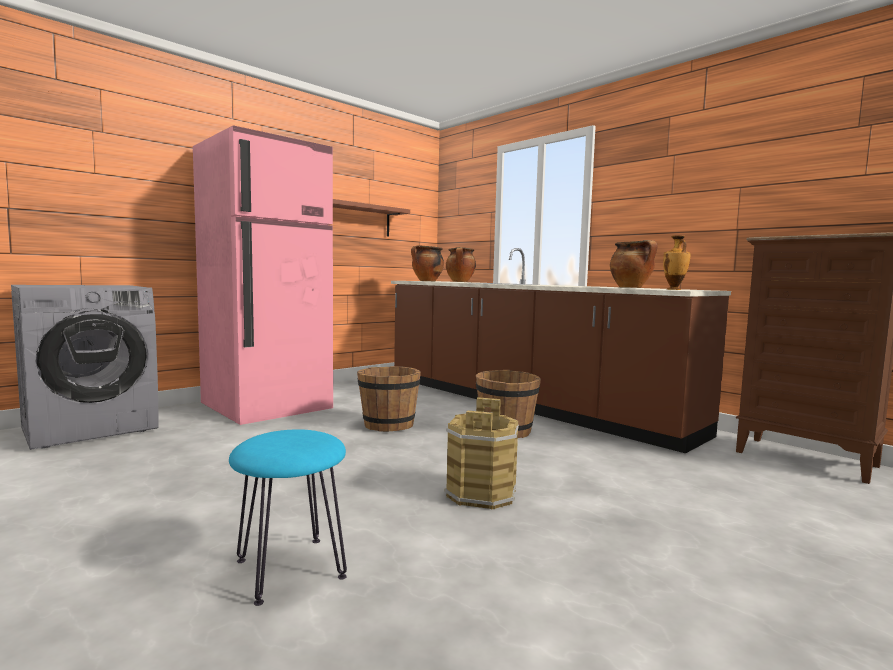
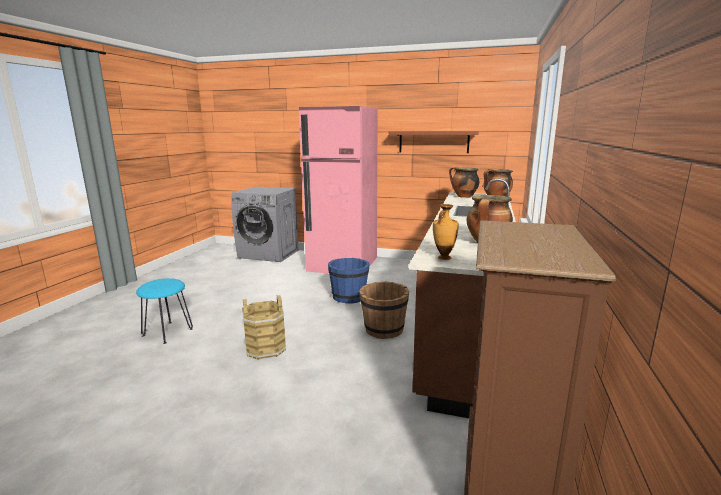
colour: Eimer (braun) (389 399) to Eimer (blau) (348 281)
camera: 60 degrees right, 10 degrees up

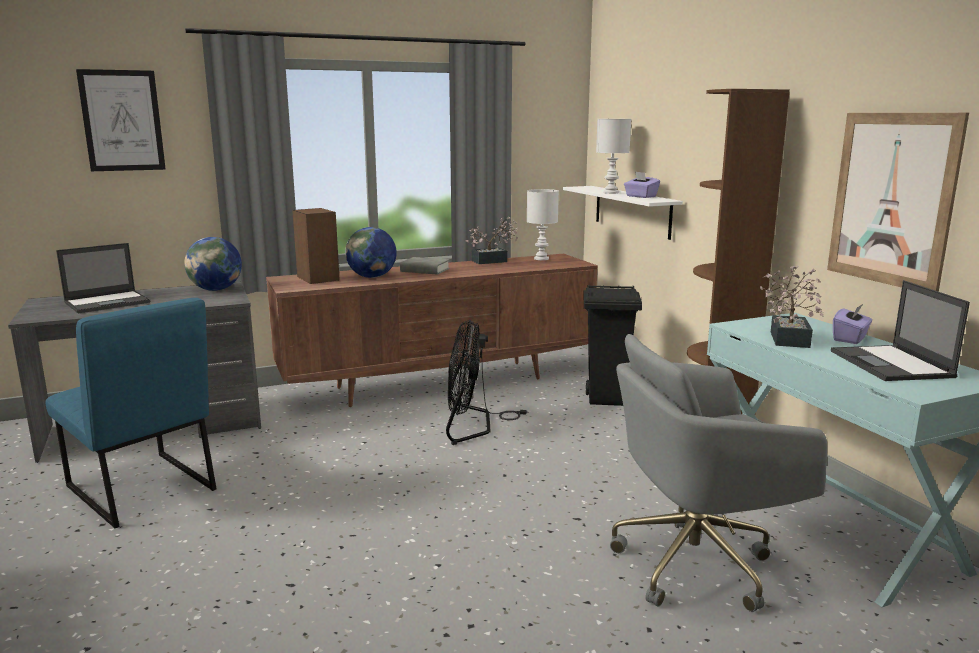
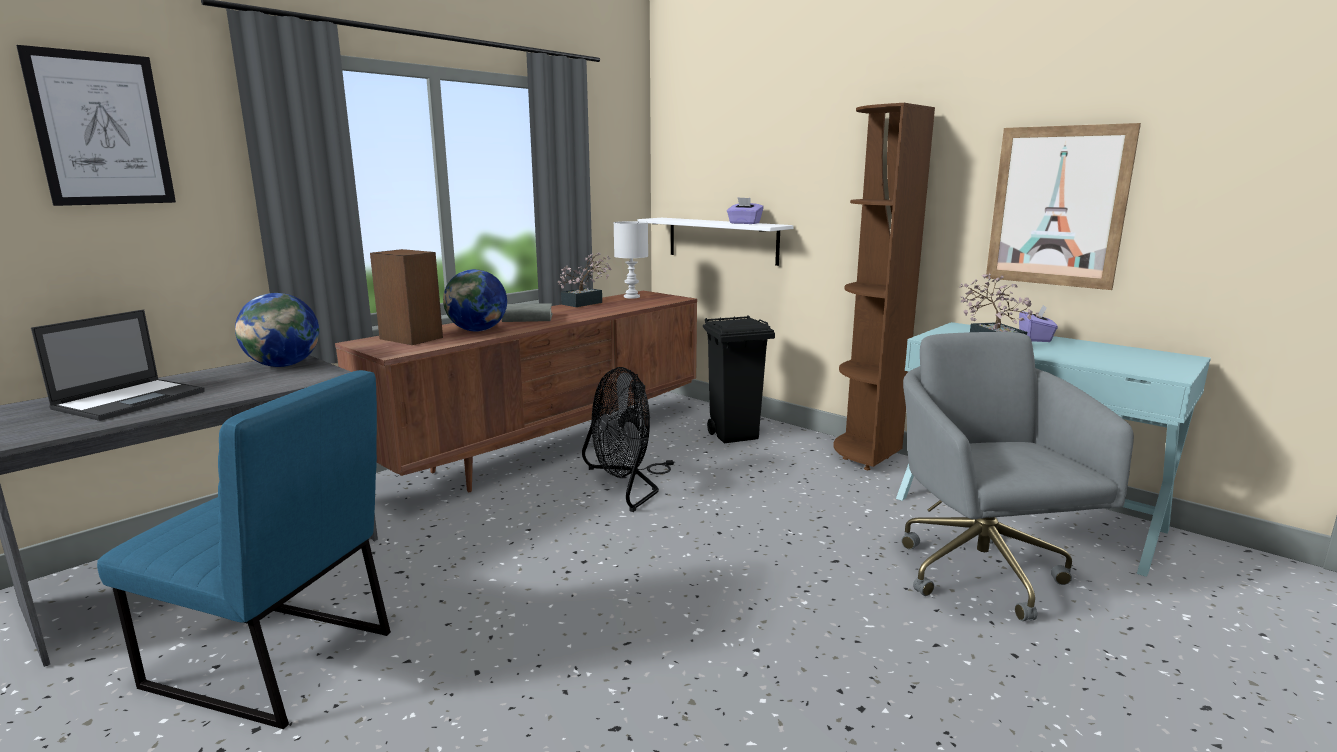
missing: Tischlampe (weiß) (613 156); Laptop (900 330)
spun: Bürostuhl (grau) (718 473) = (1018 476) 120 degrees clockwise
camera: 25 degrees left, 0 degrees up

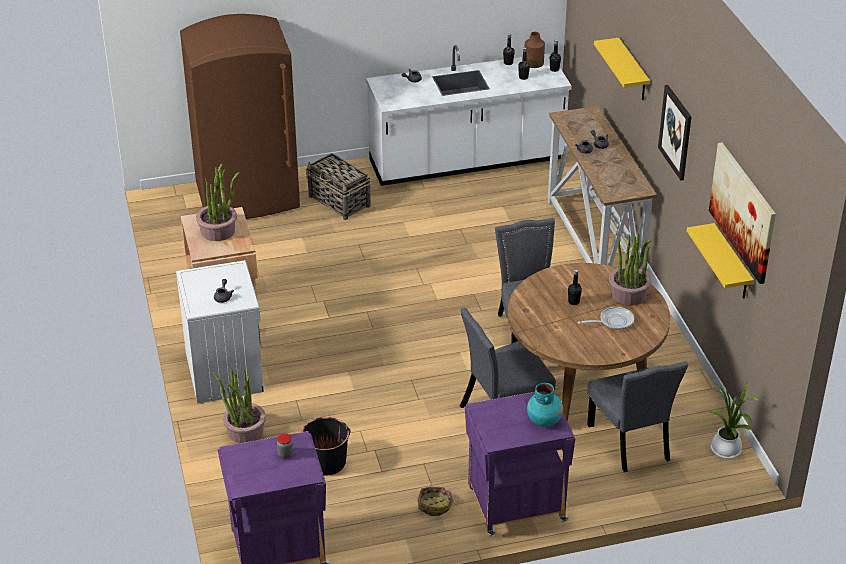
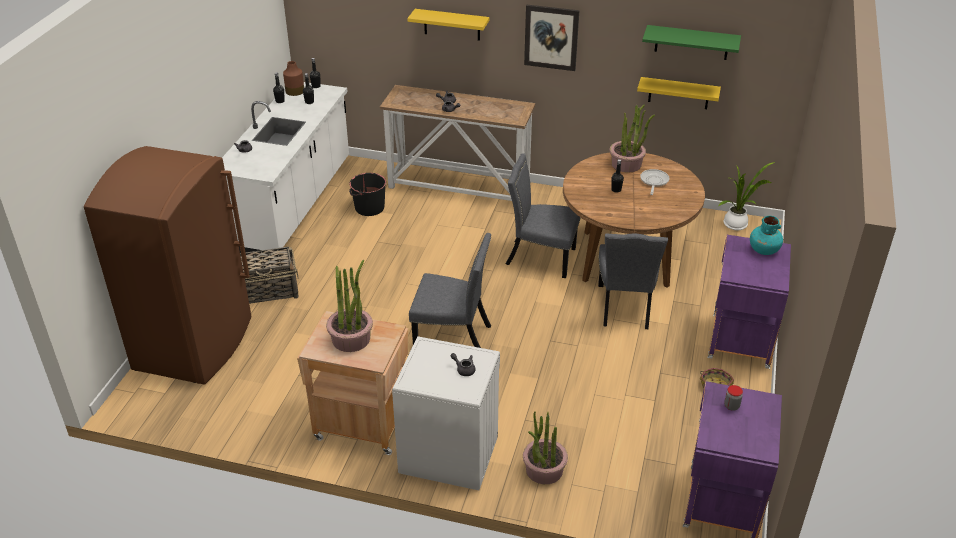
relocated: Stuhl (grau) (637 416) to (450 290); Eimer (schwarz) (326 446) to (367 194)
exchanged: Bild (742 213) to Wandregal (grün) (691 42)
camera: 60 degrees left, 0 degrees up

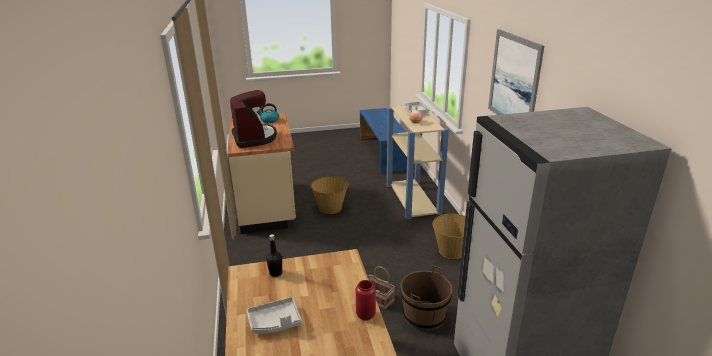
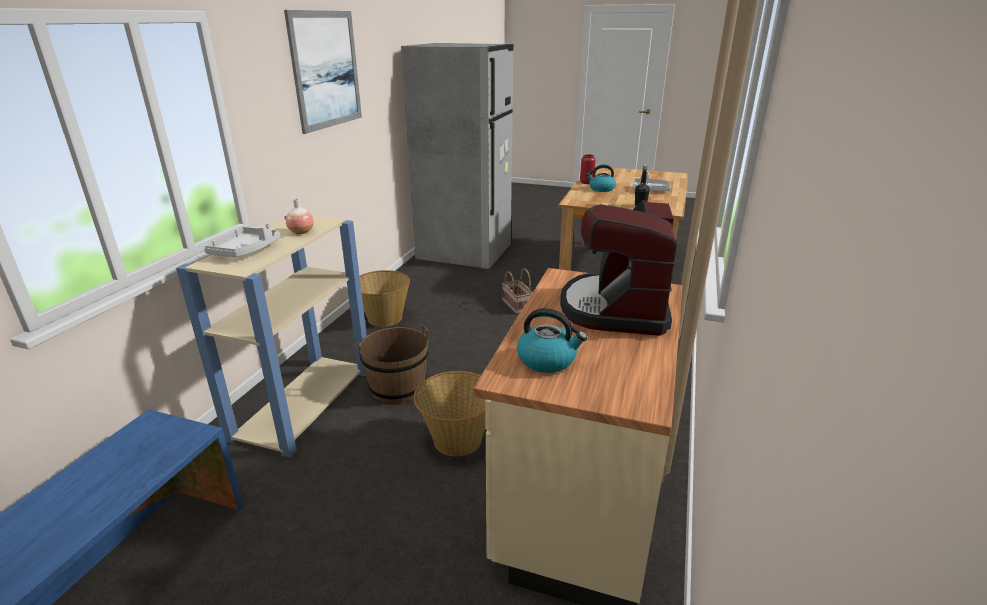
appeared: Wasserkessel (601 178)
relocated: Eimer (braun) (426 298) to (392 364)
camera: 150 degrees left, 0 degrees up

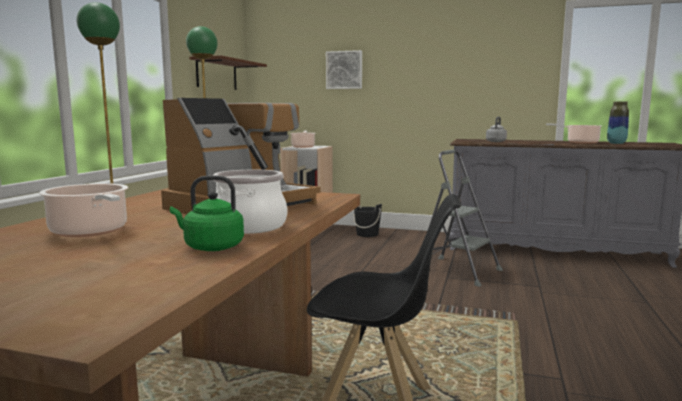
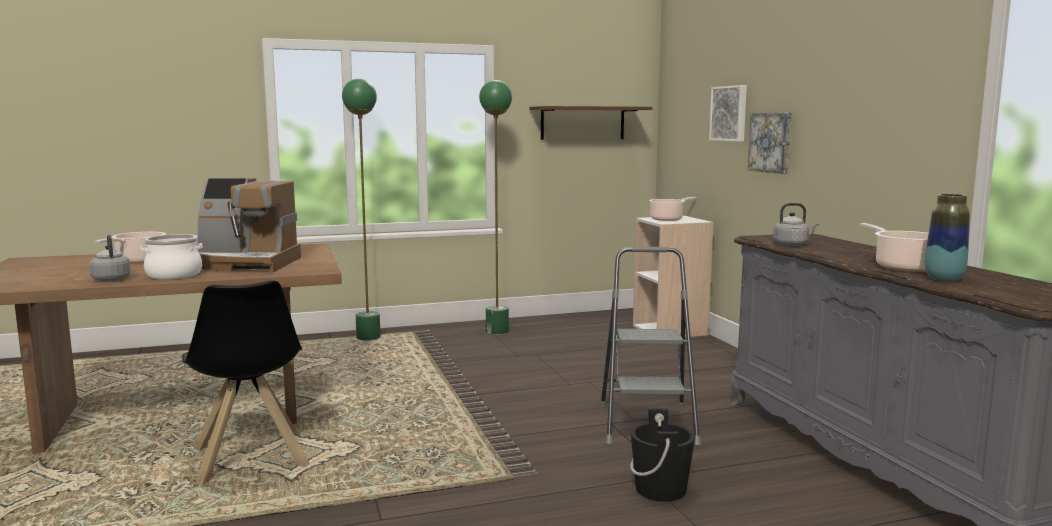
appeared: Bild (770 143)
relocated: Eimer (schwarz) (367 220) to (662 455)
colour: Wasserkessel (grün) (207 213) to Wasserkessel (grau) (110 258)
camera: 55 degrees right, 0 degrees up

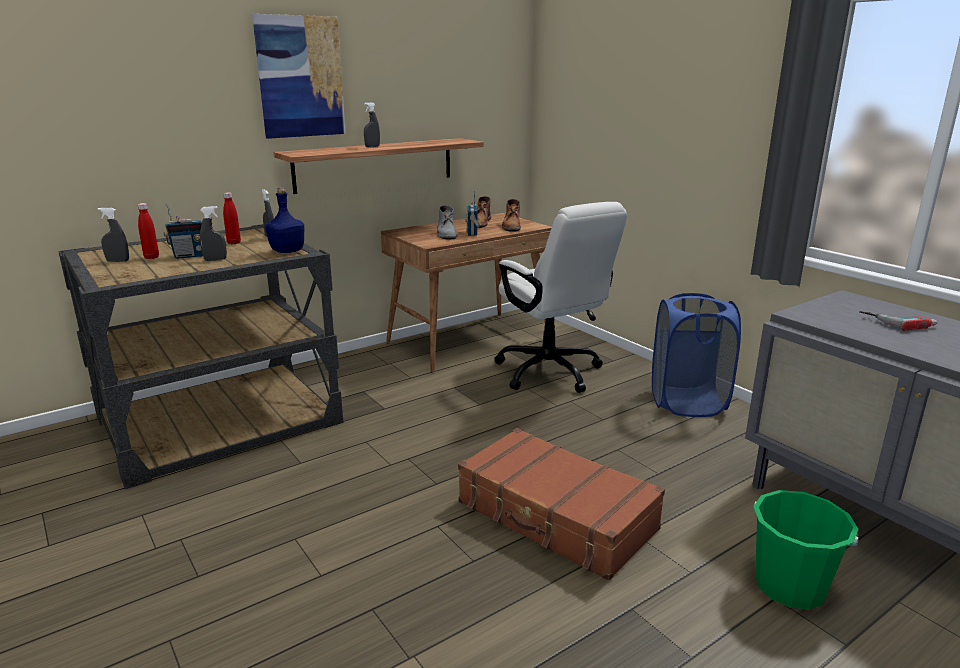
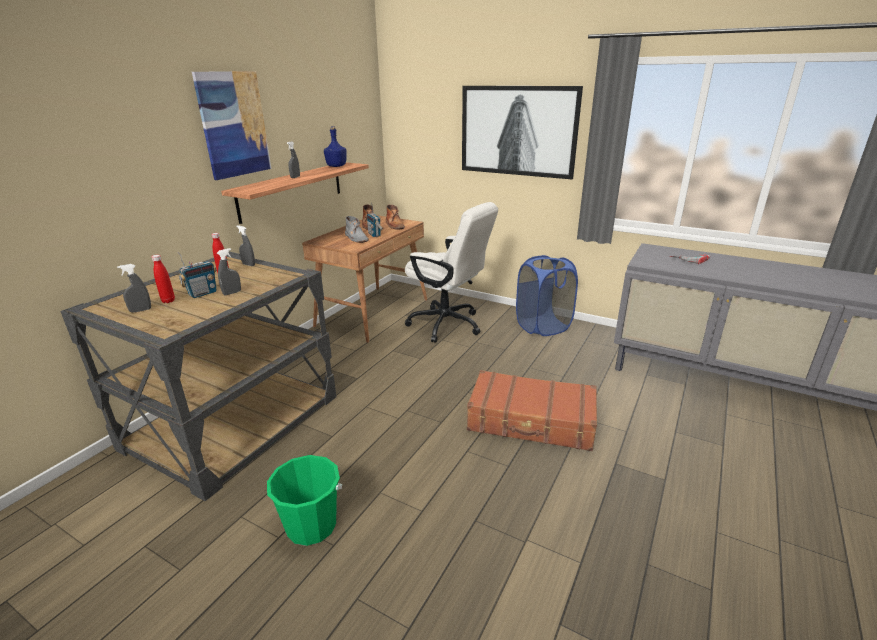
appeared: Bild (522 132)
relocated: Flasche (blau) (285 220) to (335 146); Eimer (grün) (806 550) to (304 500)
camera: 25 degrees left, 5 degrees up

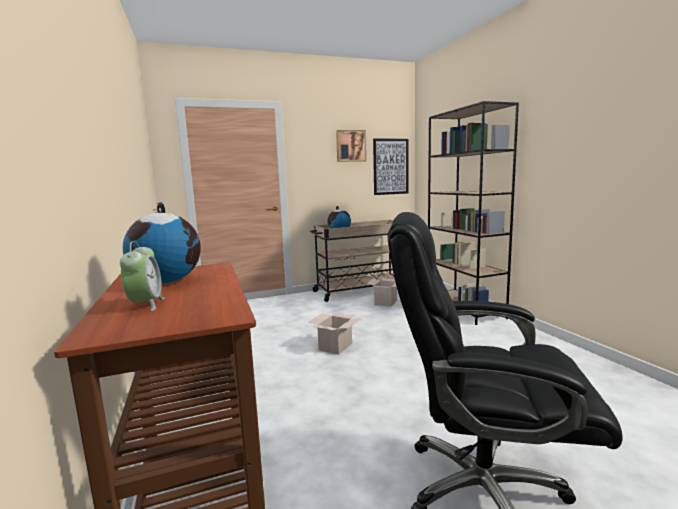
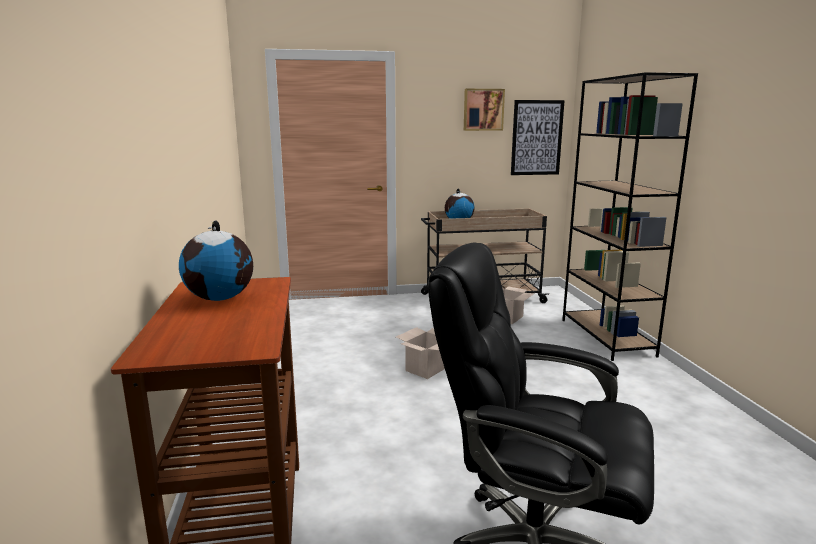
missing: Wecker (142 276)
camera: 10 degrees right, 5 degrees up

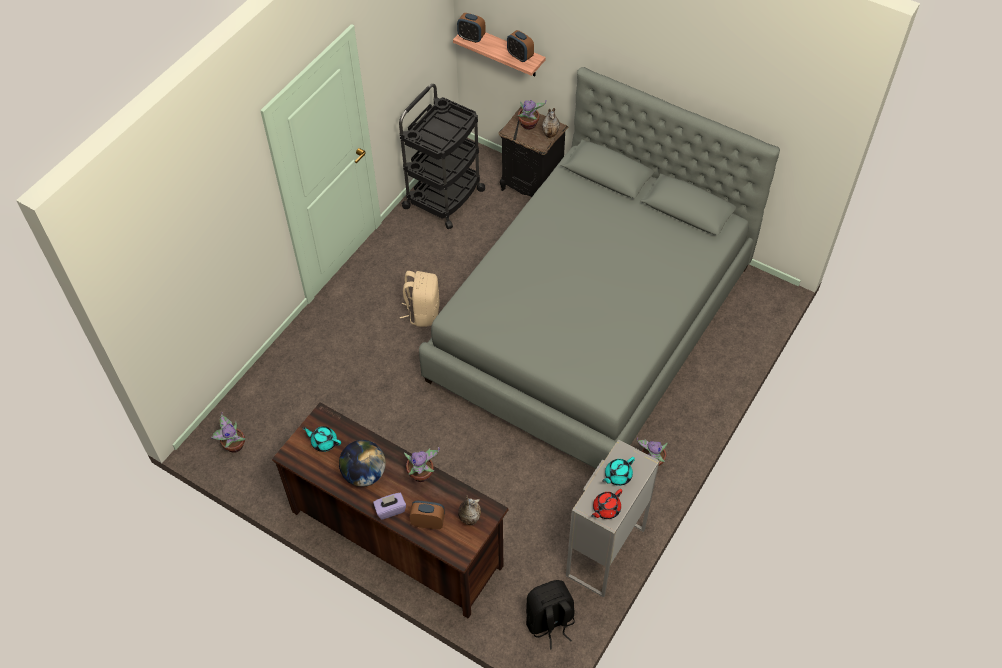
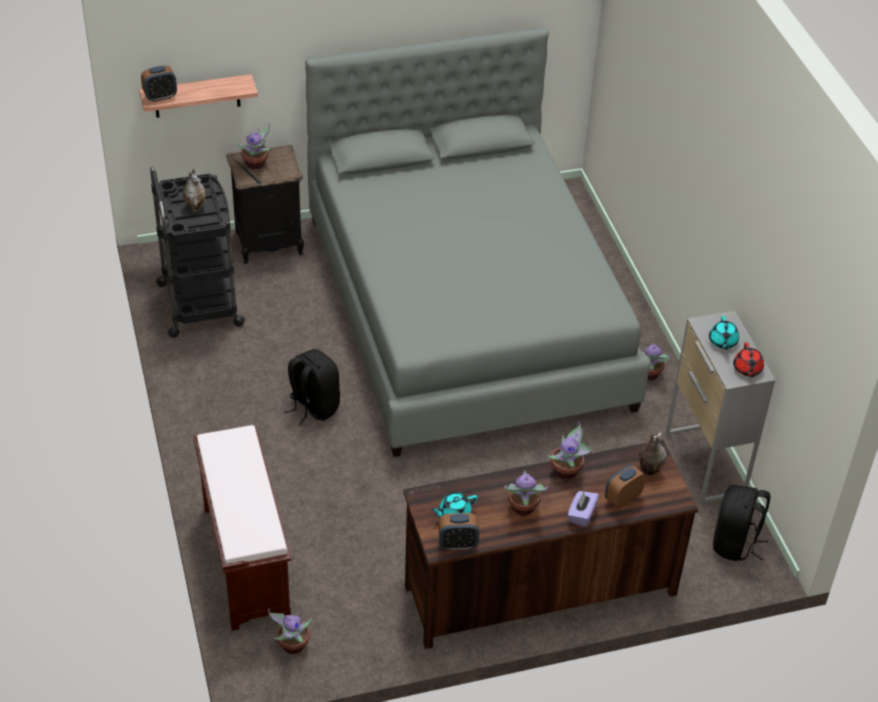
appeared: Bank (braun) (242 528)
relocated: Wecker (520 46) to (459 531); Vase (551 123) to (194 190)
exchanged: Globus (362 463) to Topfpflanze (526 493)
colour: Rucksack (beige) (420 299) to Rucksack (schwarz) (312 387)
camera: 50 degrees left, 10 degrees down

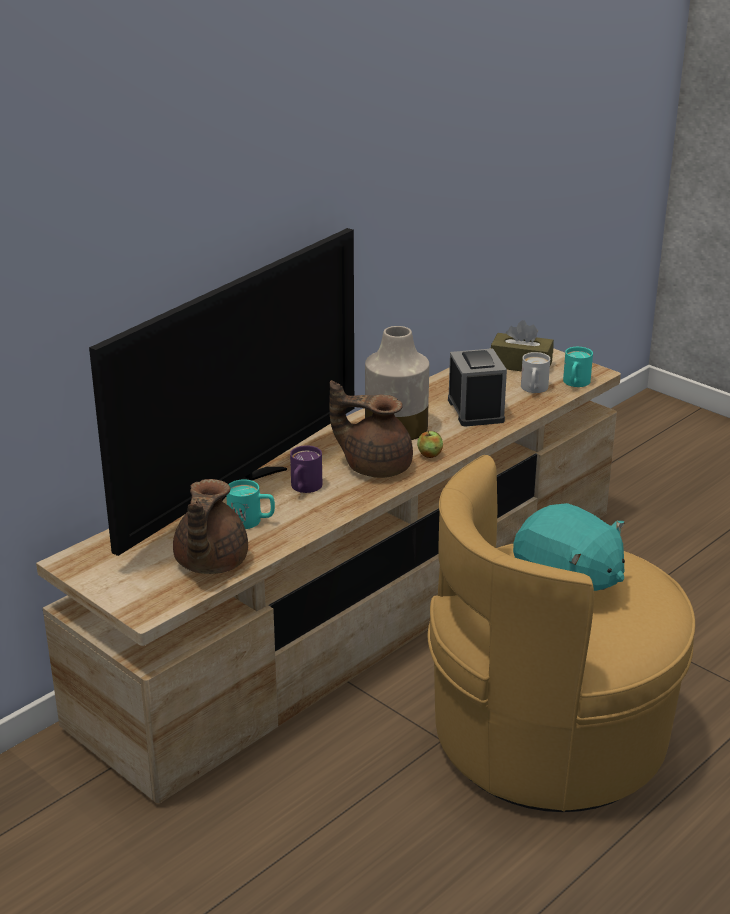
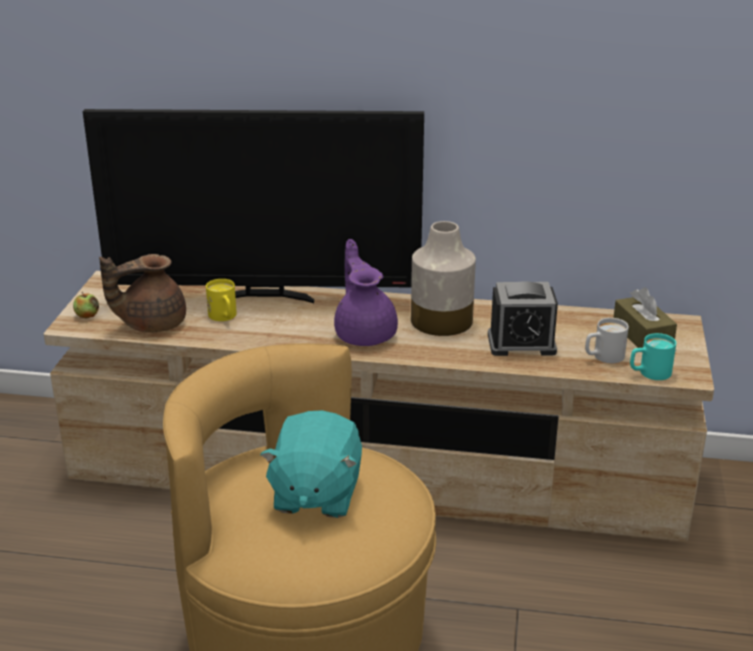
missing: Henkelbecher (lila) (306 469)
relocated: Apfel (430 444) to (86 305)
colour: Teekanne (braun) (371 429) to Teekanne (lila) (366 292); Henkelbecher (türkis) (250 504) to Henkelbecher (gelb) (221 300)
spun: Wecker (477 387) = (523 318) 45 degrees clockwise
camera: 55 degrees right, 0 degrees up

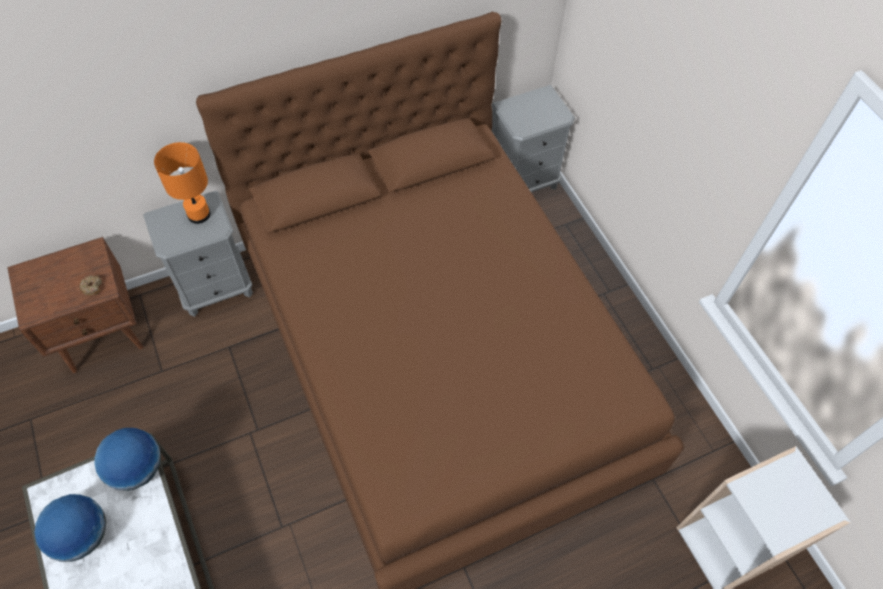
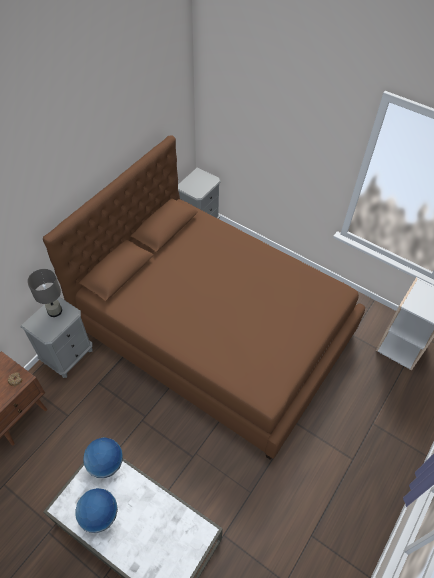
colour: Tischlampe (orange) (182 183) to Tischlampe (grau) (44 293)
camera: 30 degrees left, 5 degrees down

